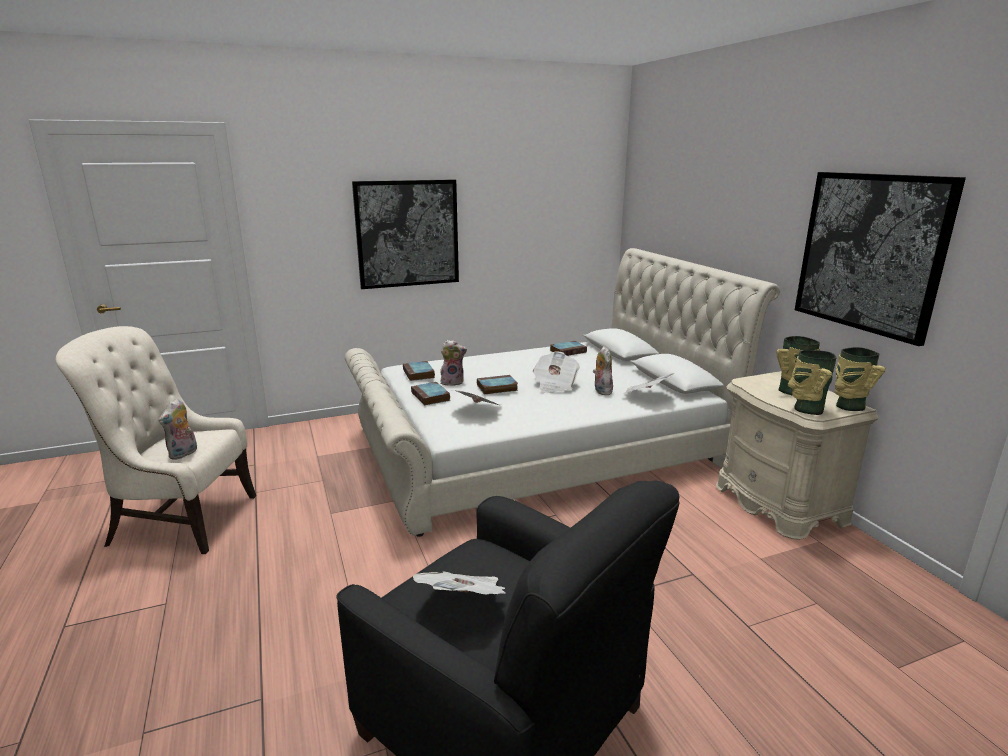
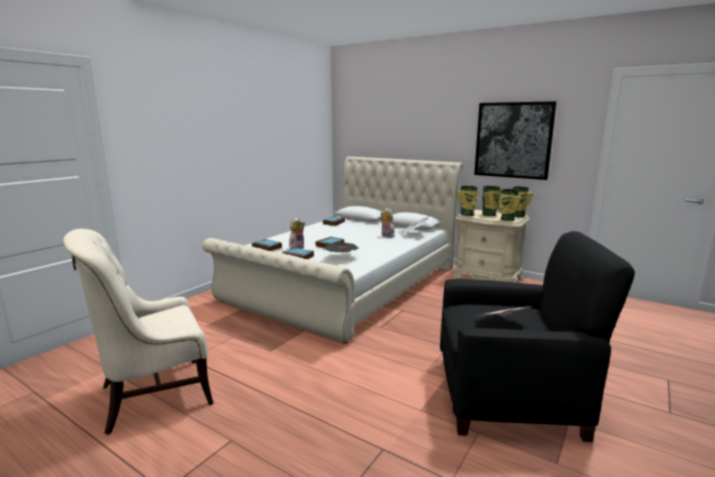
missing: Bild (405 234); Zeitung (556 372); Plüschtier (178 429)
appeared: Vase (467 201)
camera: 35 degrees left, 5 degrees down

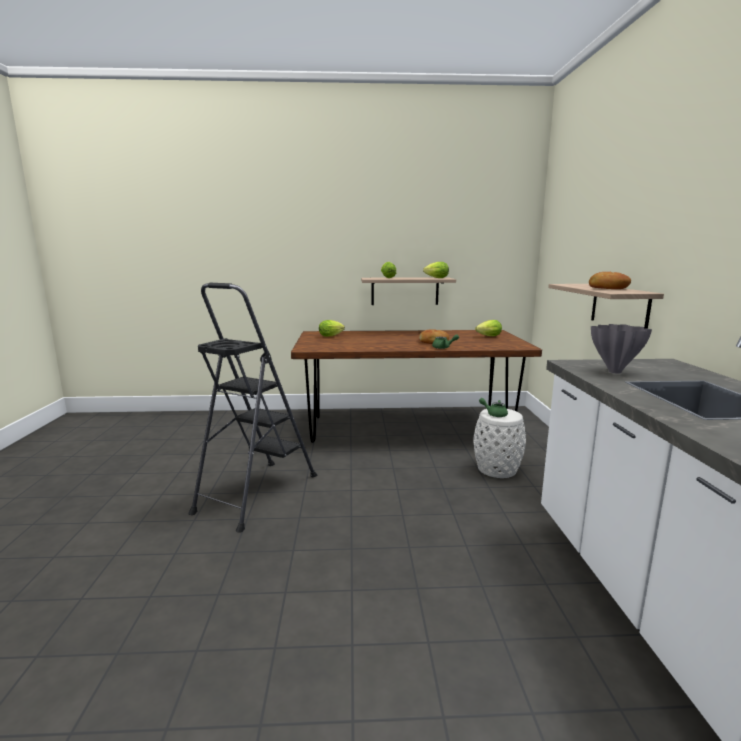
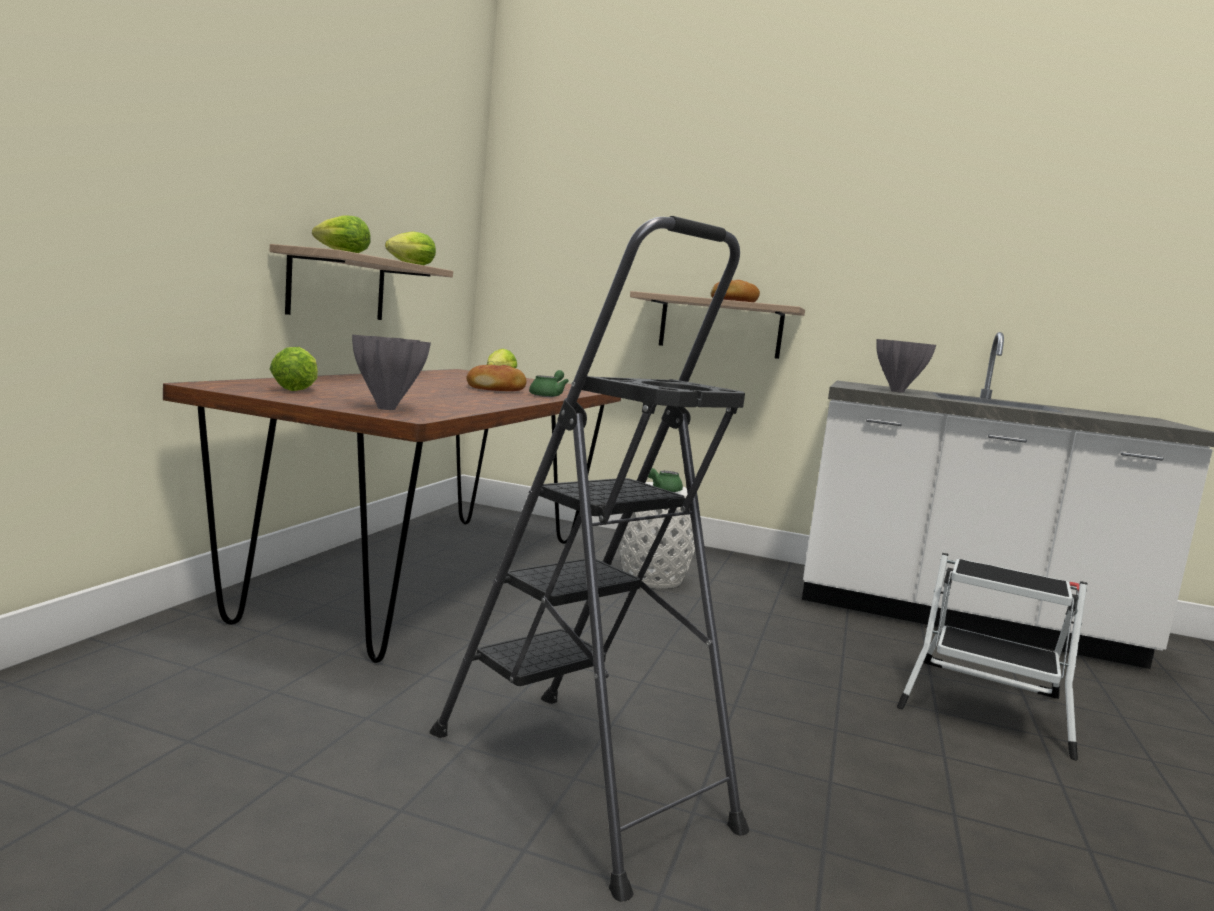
appeared: Vase (grau) (391 372); Trittleiter (992 657)
camera: 70 degrees left, 5 degrees down

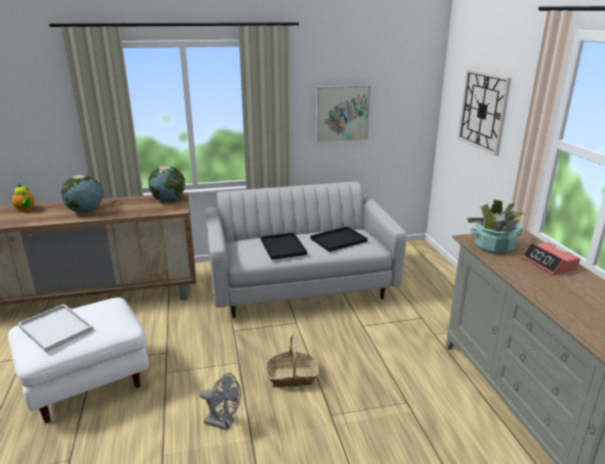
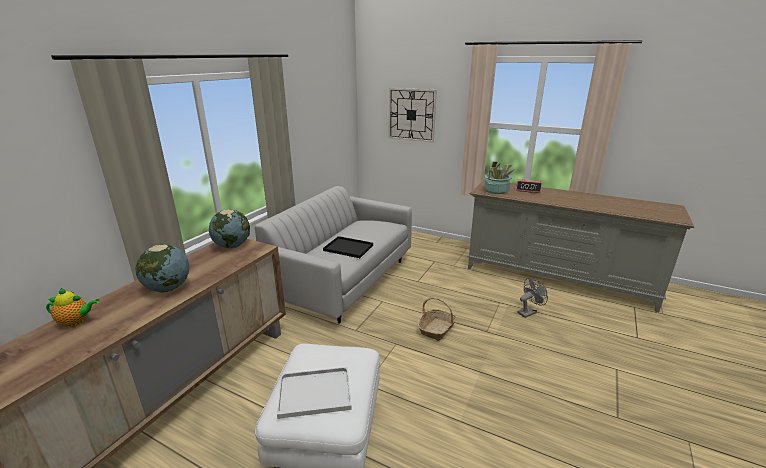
missing: Bild (343 114); Tablett (schwarz) (339 239)
relocated: Ventilator (grau) (220 401) to (532 298)
camera: 50 degrees left, 0 degrees up

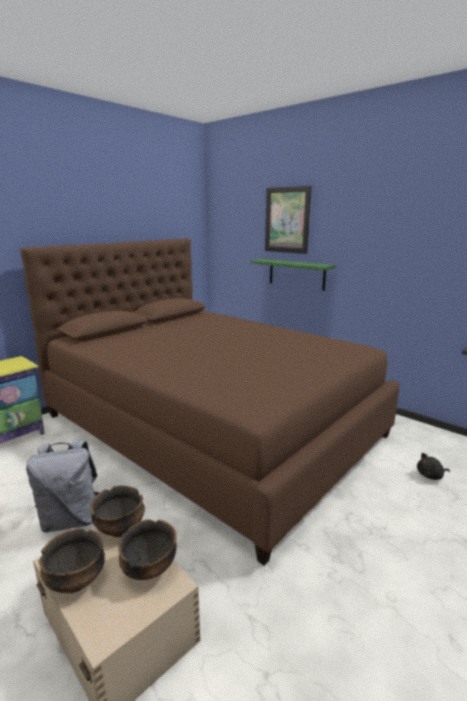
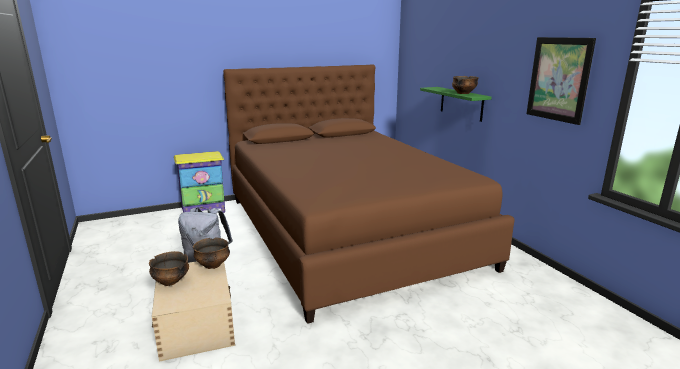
missing: Plüschtier (schwarz) (433 466)
relocated: Bild (288 220) to (561 81); Schüssel (147 549) to (465 85)
camera: 25 degrees right, 0 degrees up

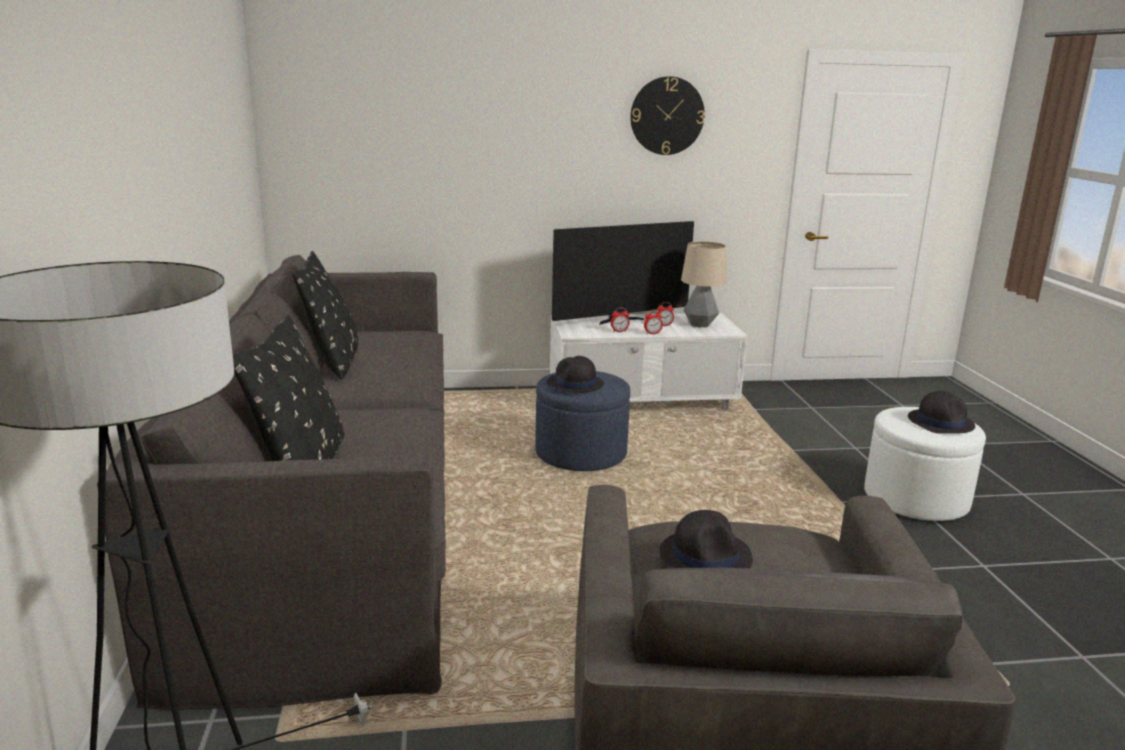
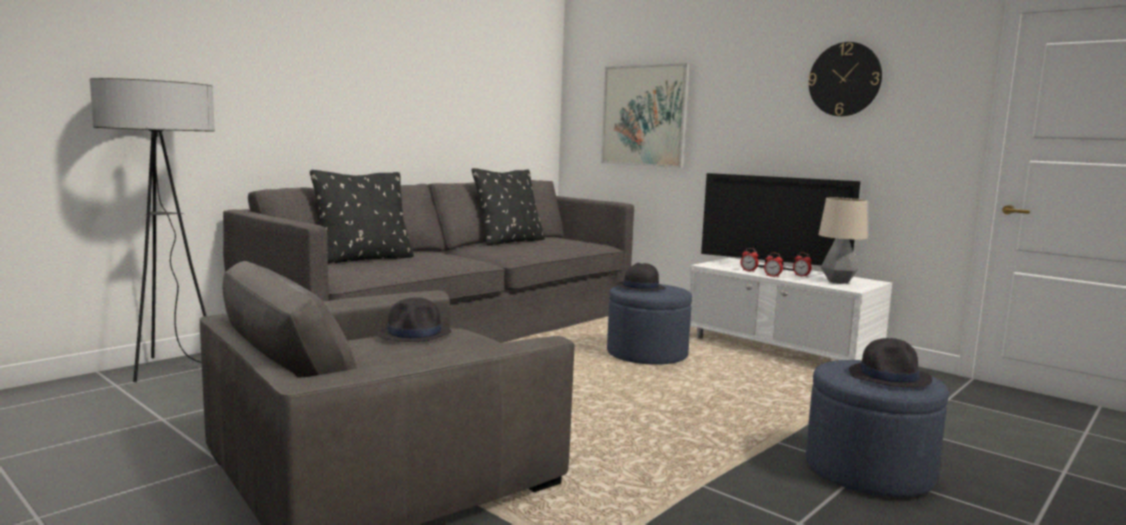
appeared: Bild (645 115)
colour: Polsterhocker (weiß) (925 464) to Polsterhocker (blau) (877 428)
camera: 50 degrees right, 10 degrees down

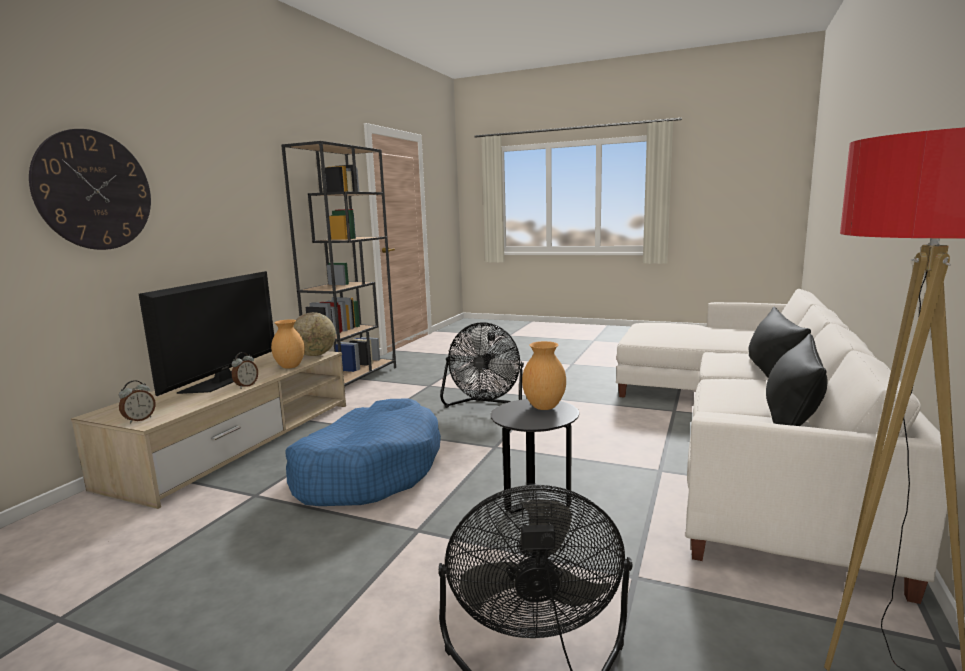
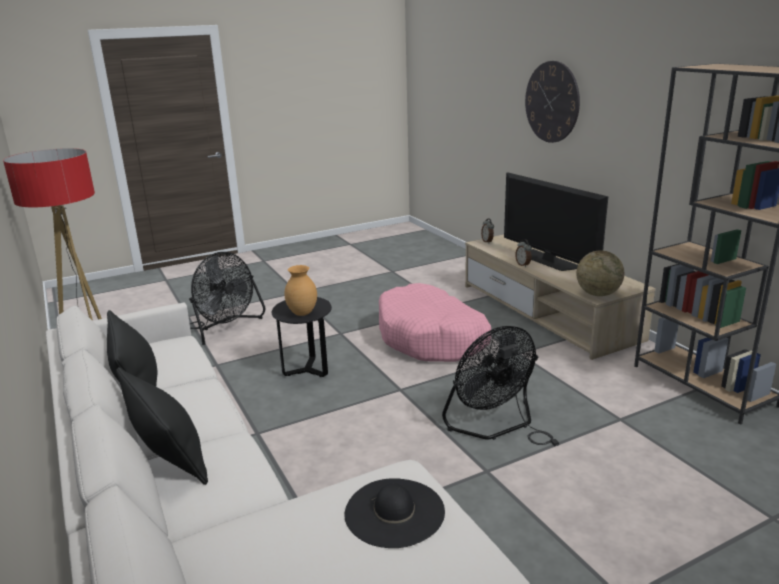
missing: Vase (braun) (288 344)
appeared: Hut (schwarz) (395 513)
colour: Hundebett (blau) (363 452) to Hundebett (rosa) (435 322)
camera: 130 degrees right, 10 degrees up

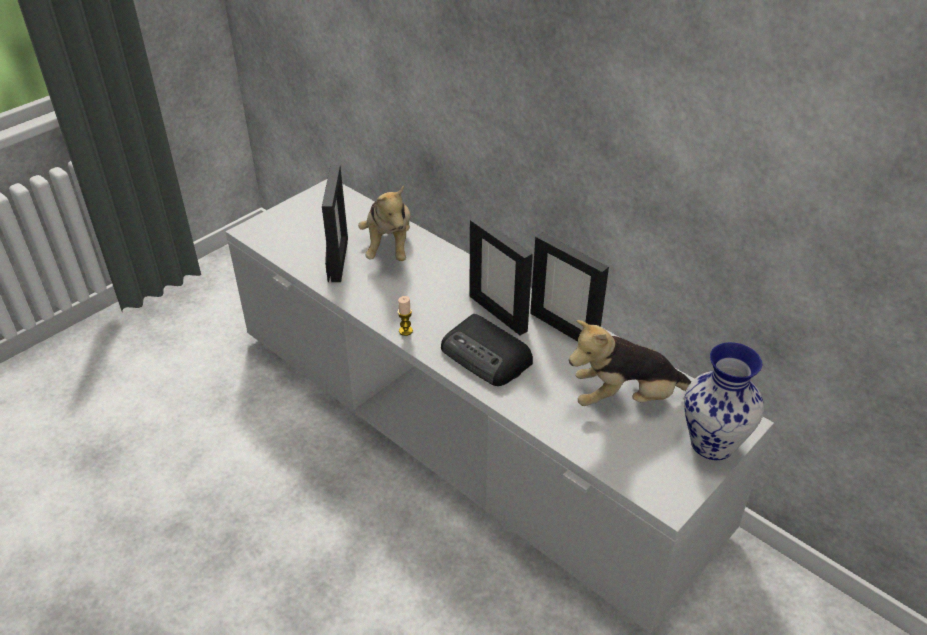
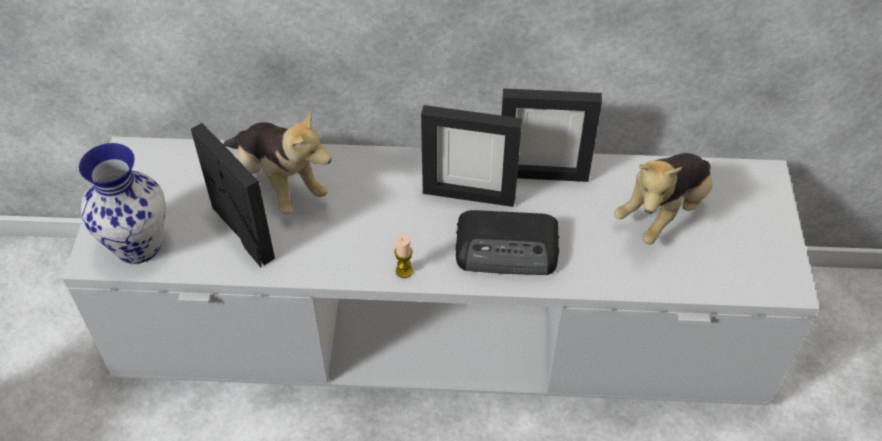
relocated: Vase (724 401) to (122 203)
camera: 40 degrees left, 10 degrees up

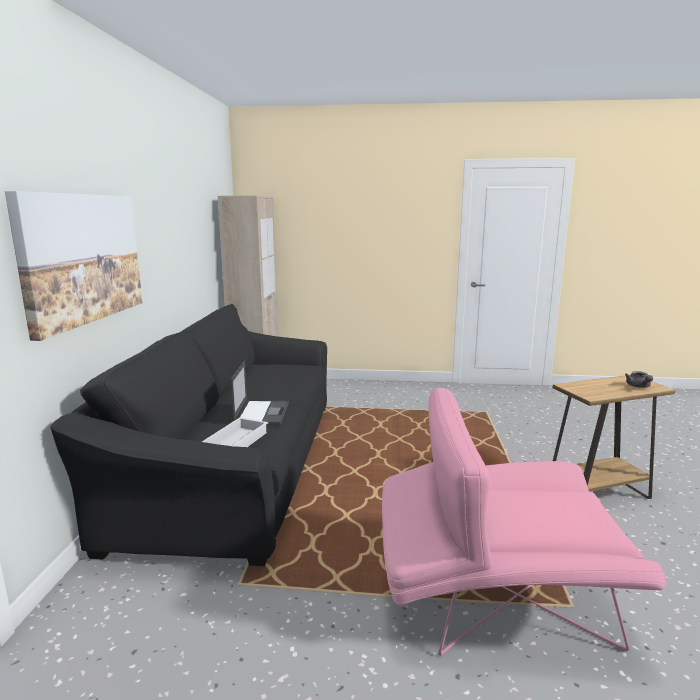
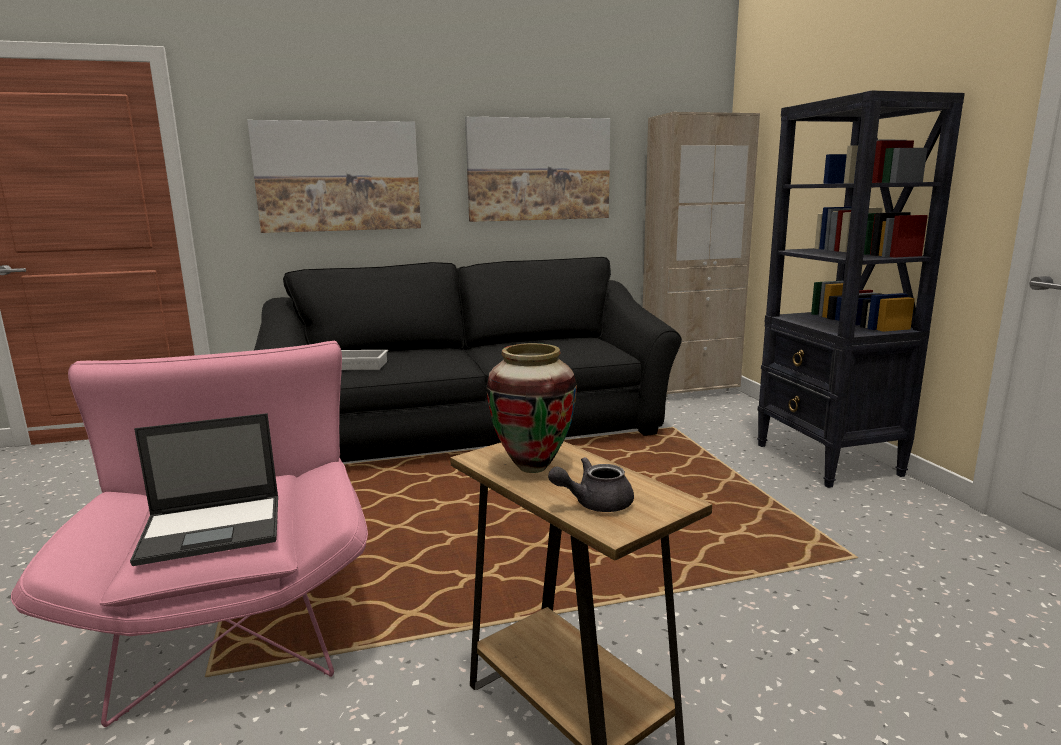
appeared: Bücherregal (schwarz) (861 289); Bild (537 169); Vase (532 408)
relocated: Laptop (259 393) to (204 489)
camera: 70 degrees right, 0 degrees up

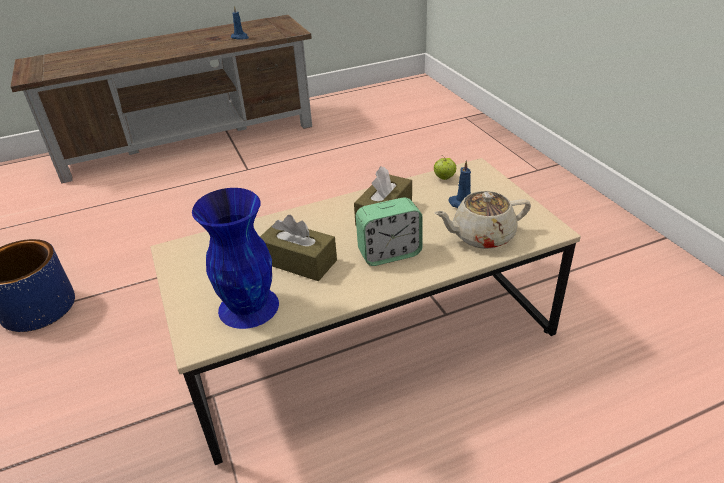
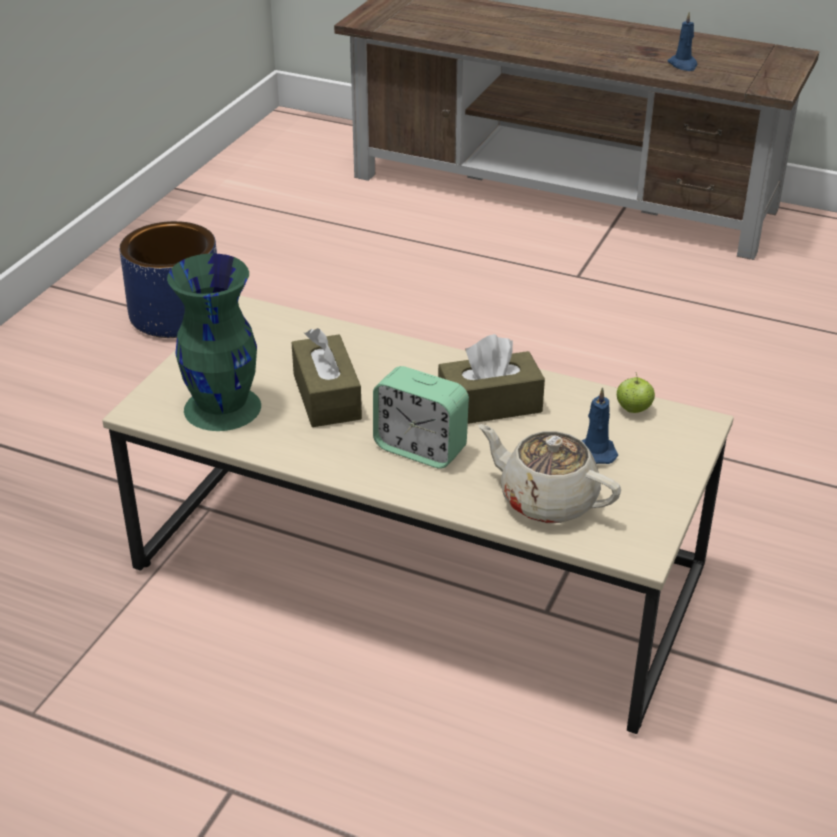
colour: Vase (blau) (235 258) to Vase (grün) (214 342)
camera: 45 degrees right, 0 degrees up

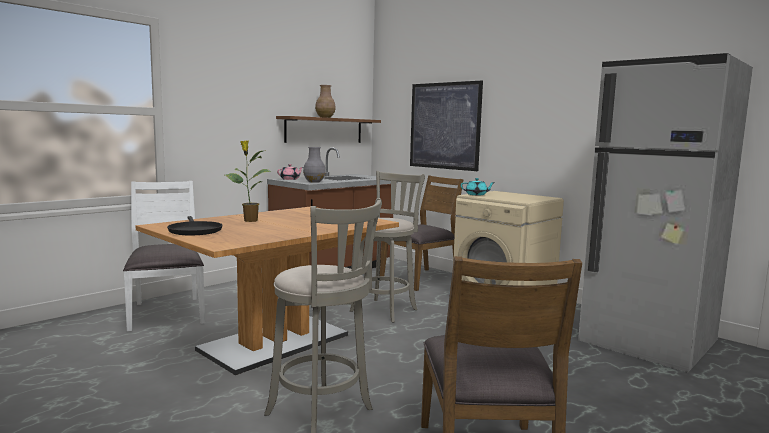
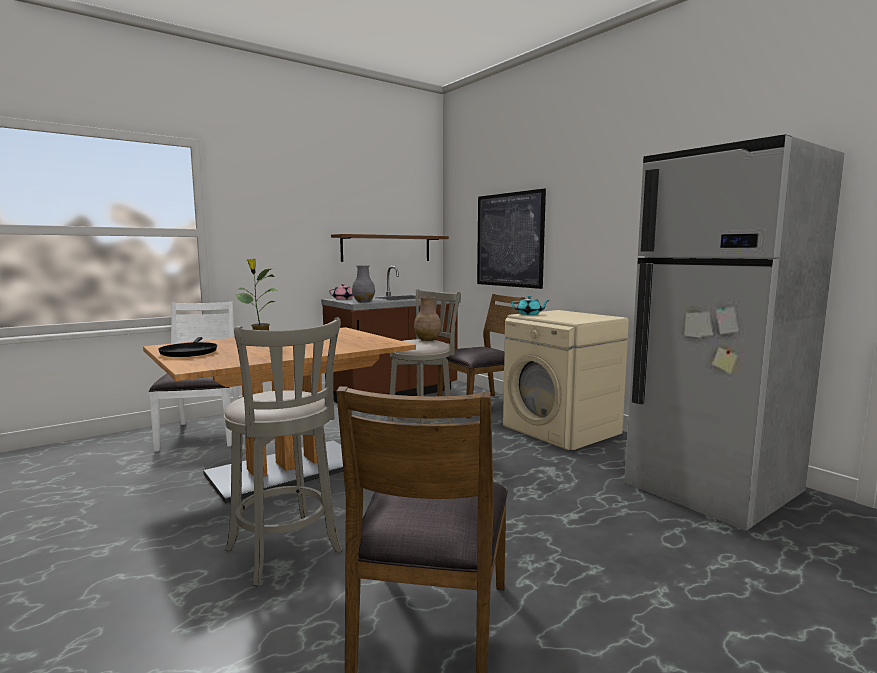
relocated: Vase (braun) (325 101) to (427 318)
camera: 10 degrees right, 0 degrees up

